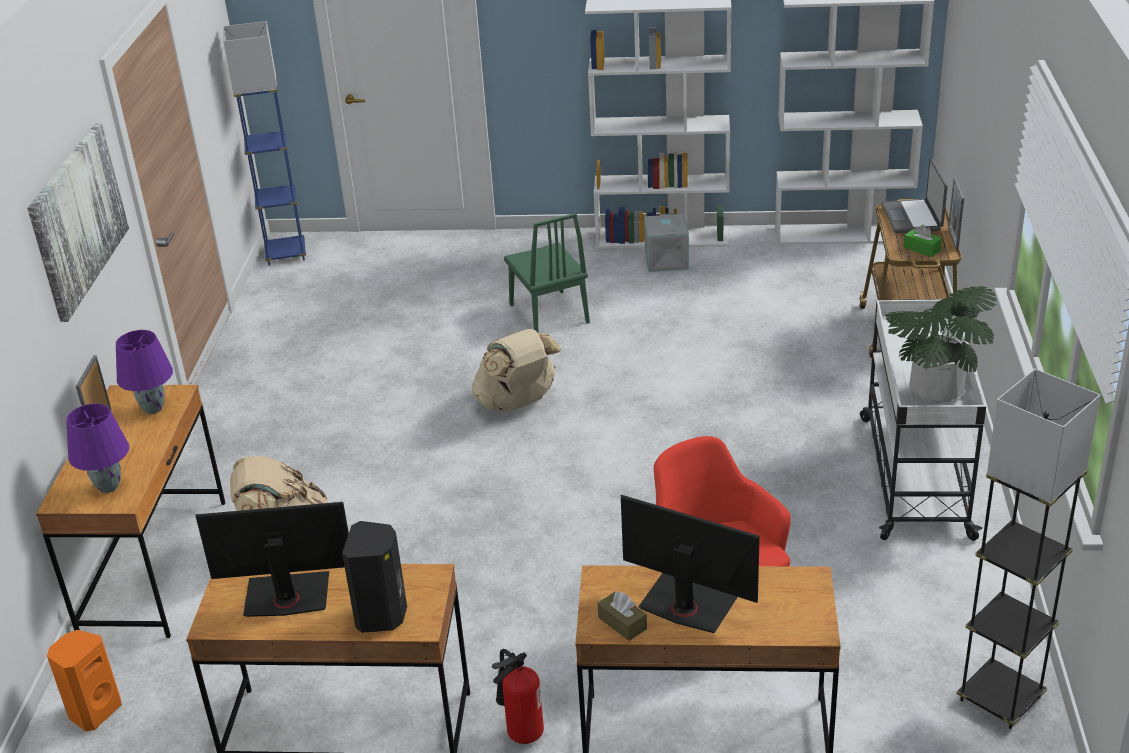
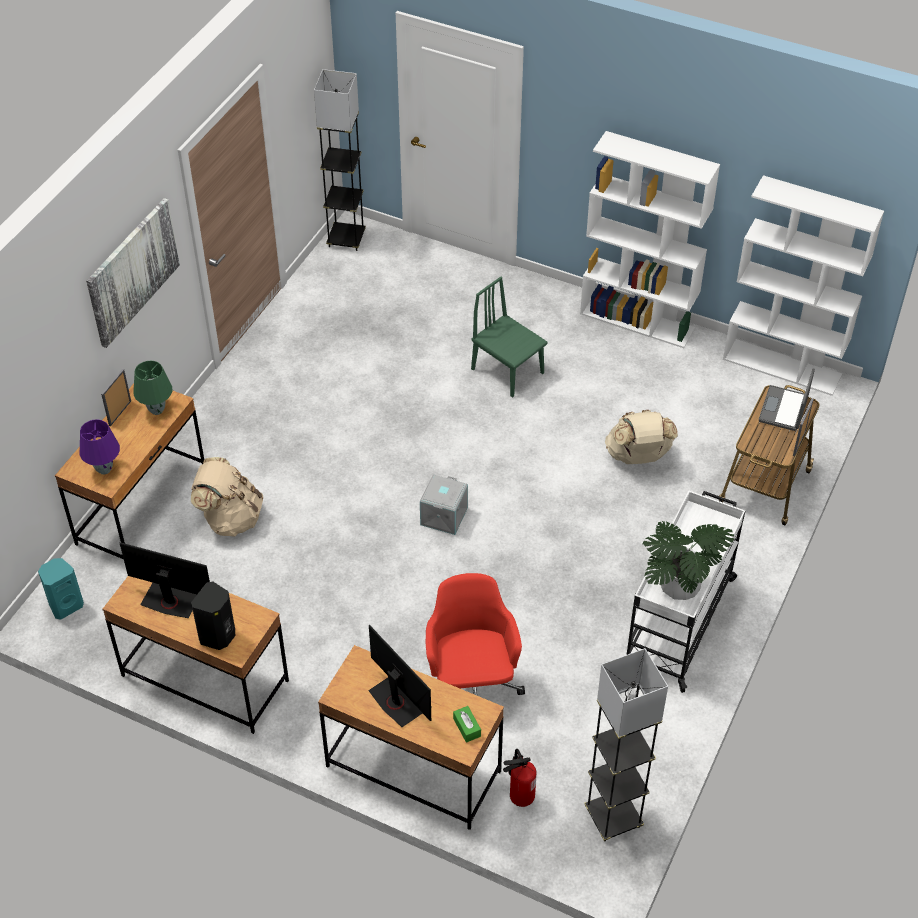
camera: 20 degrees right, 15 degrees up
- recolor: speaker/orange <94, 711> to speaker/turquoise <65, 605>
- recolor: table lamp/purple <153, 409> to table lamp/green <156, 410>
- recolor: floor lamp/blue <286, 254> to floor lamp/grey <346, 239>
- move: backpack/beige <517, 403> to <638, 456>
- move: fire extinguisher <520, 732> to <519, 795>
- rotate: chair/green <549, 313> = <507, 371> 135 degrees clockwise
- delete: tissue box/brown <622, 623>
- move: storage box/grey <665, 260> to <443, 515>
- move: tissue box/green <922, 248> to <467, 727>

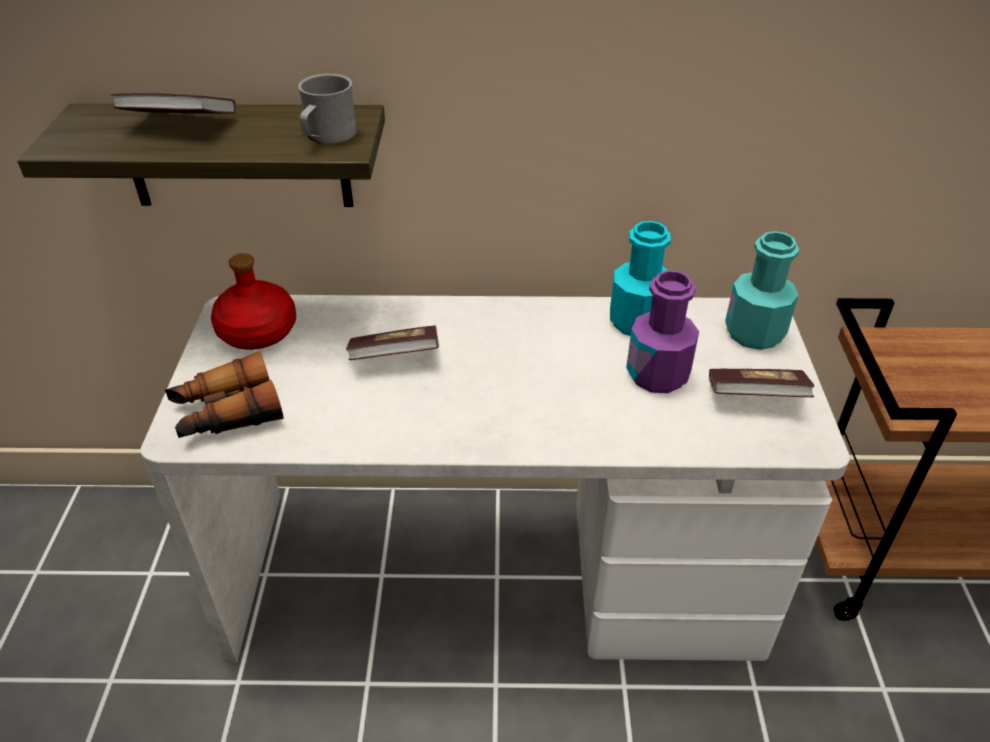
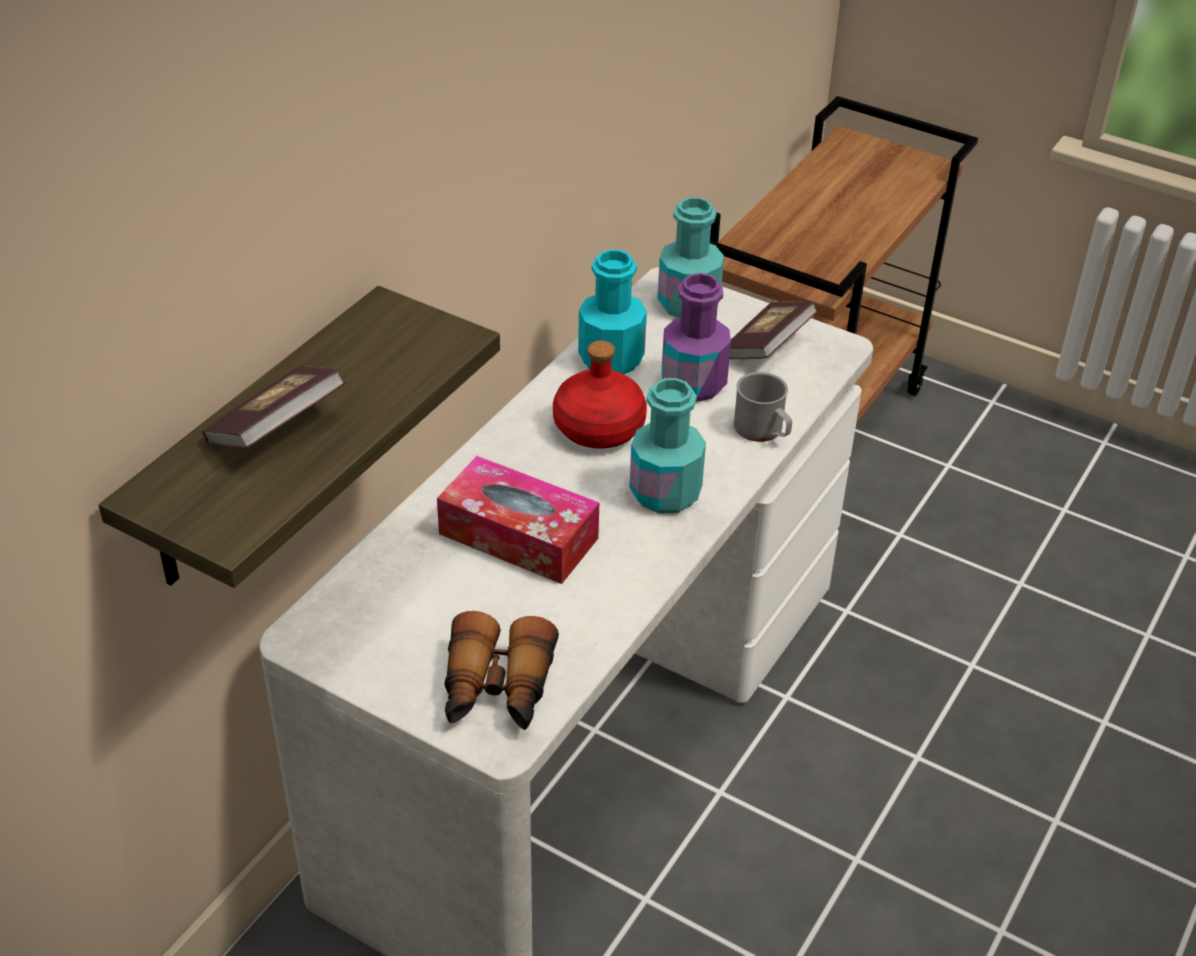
camera: 60 degrees left, 0 degrees up
- move: bottle/red <257, 332> to <600, 428>
- move: mug/grey <327, 137> to <763, 431>
- replace: book <395, 358> to tissue box <518, 536>
- insert: bottle/turquoise <665, 493>

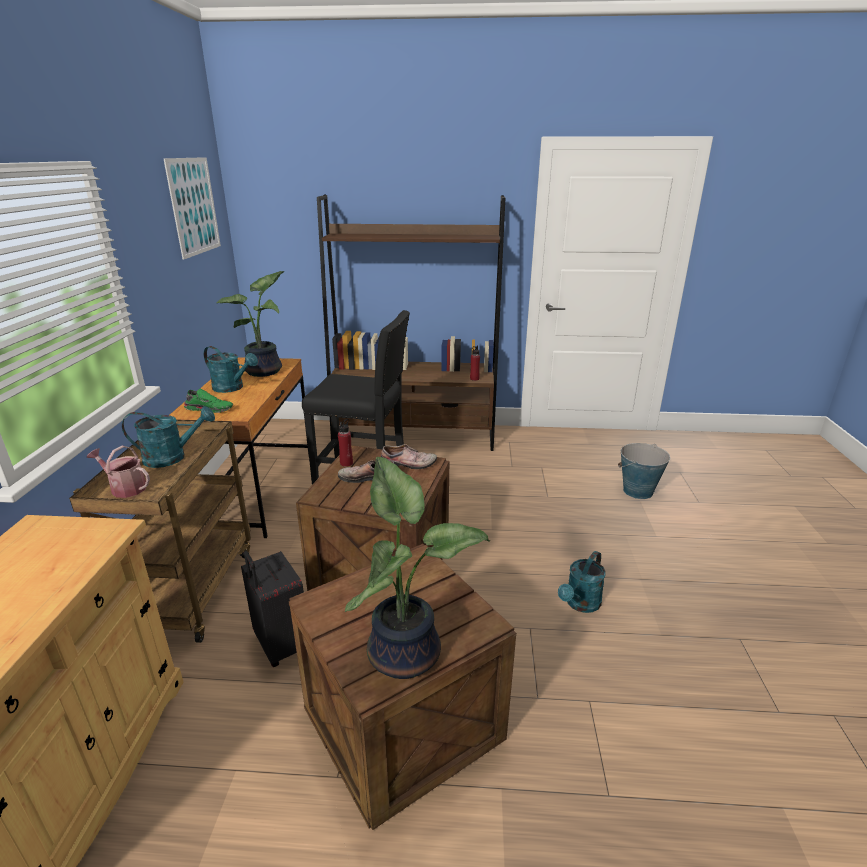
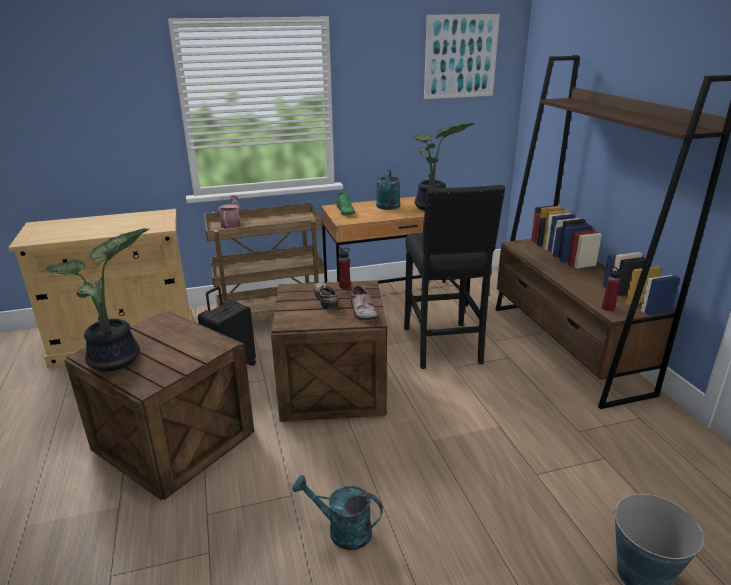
camera: 70 degrees right, 0 degrees up
- delete: watering can/turquoise <172, 457>

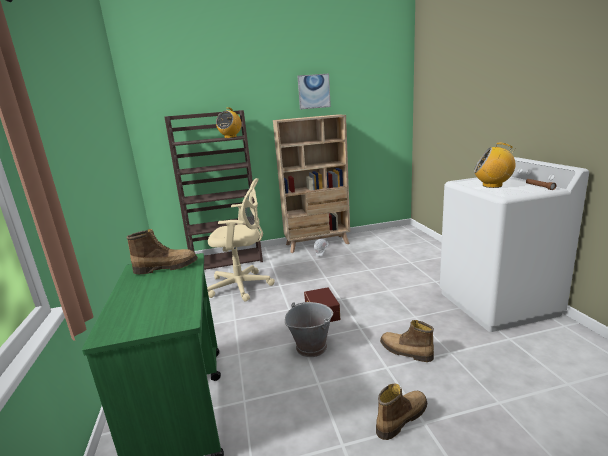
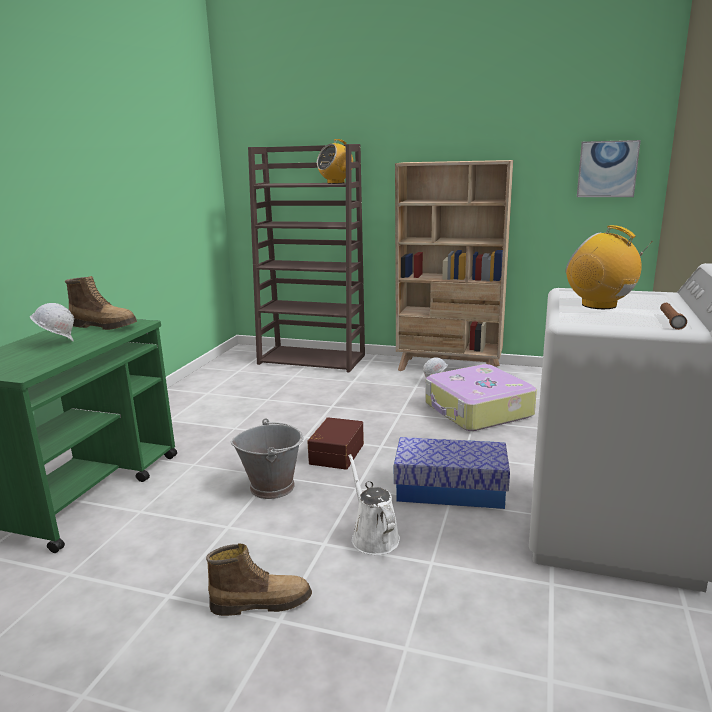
camera: 30 degrees right, 0 degrees up
- delete: office chair/beige <243, 286>
- move: picture <314, 91> to <607, 169>
- replace: boot <405, 351> to watering can/white <373, 536>
- insert: hard hat/white <56, 343>
- insert: storage box <450, 489>
- insert: suitcase <477, 410>

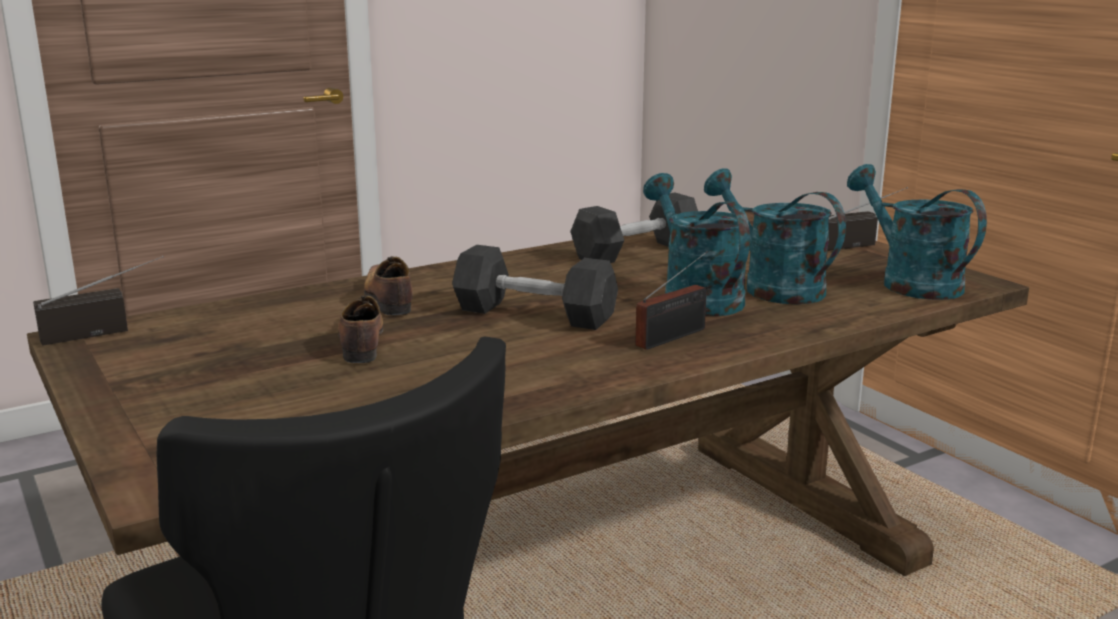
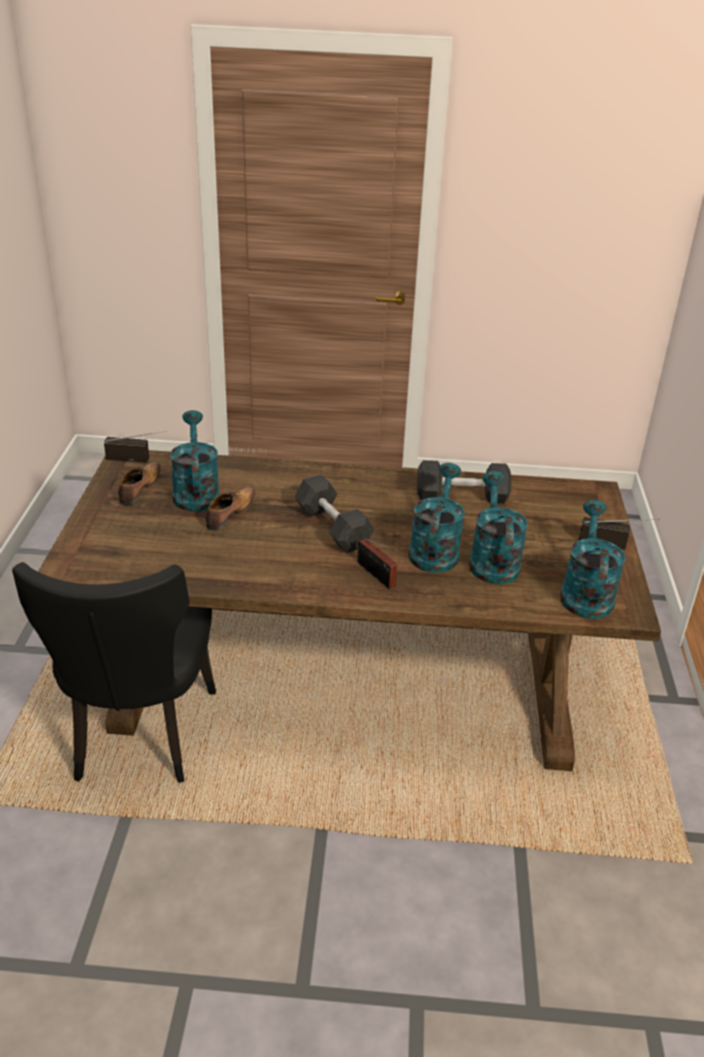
camera: 35 degrees right, 15 degrees up
- move: shoe <388, 299> to <139, 489>
- rotate: radio <675, 336> = <377, 576> 60 degrees clockwise
- insert: watering can/turquoise <195, 492>

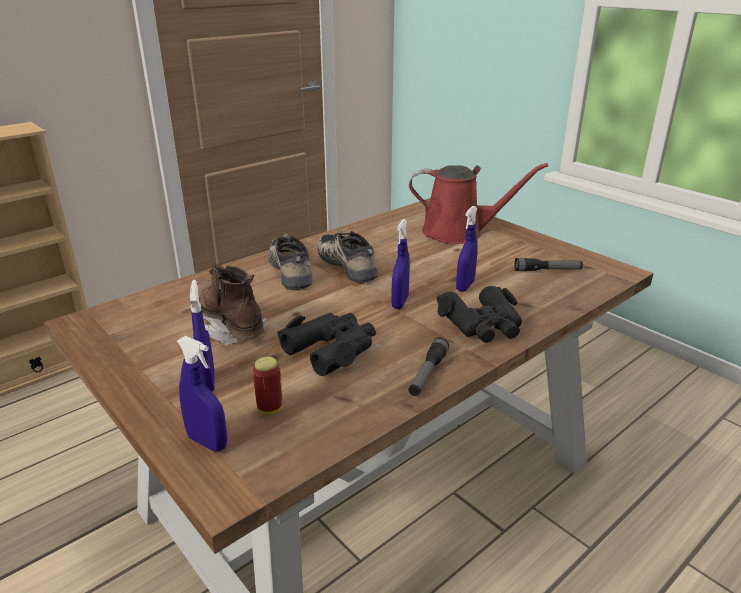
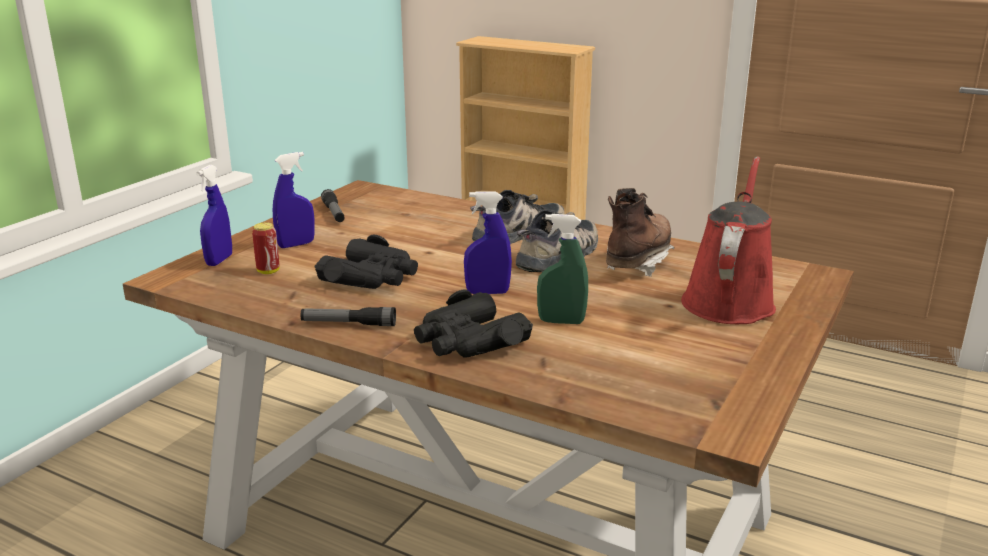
camera: 70 degrees right, 5 degrees down
- move: boot/brown <228, 326> to <638, 261>
- rotate: watering can/red <459, 232> = <729, 300> 150 degrees counterclockwise
- recolor: spray bottle/blue <465, 286> to spray bottle/green <561, 321>
- move: flashlight <547, 270> to <334, 213>

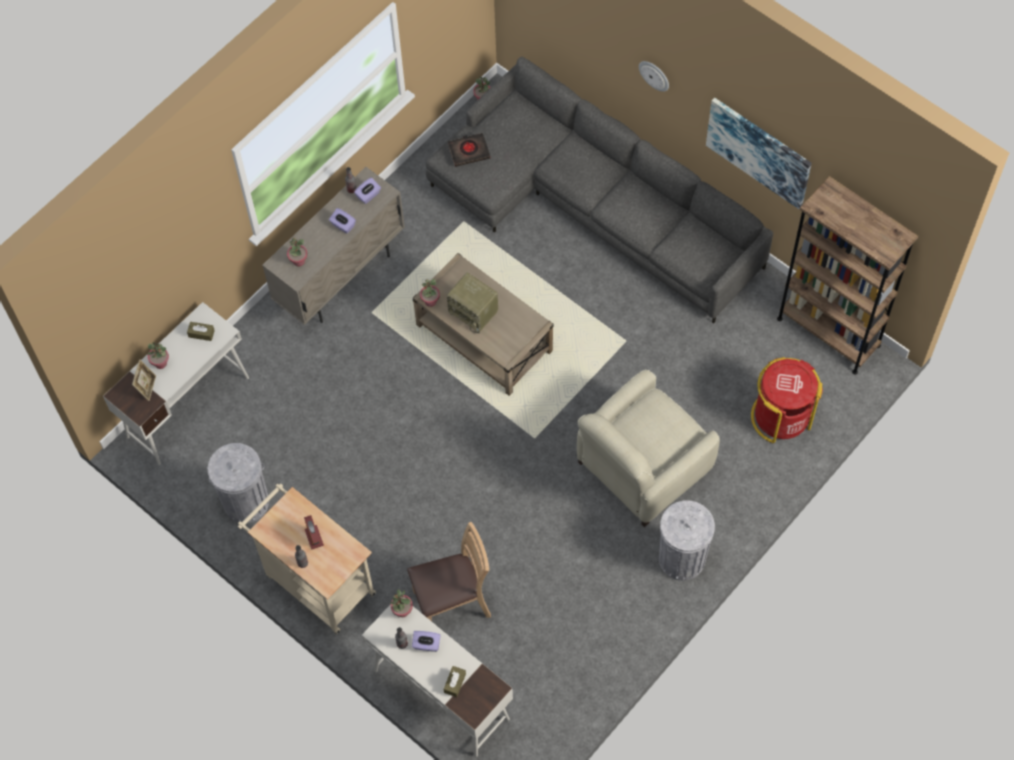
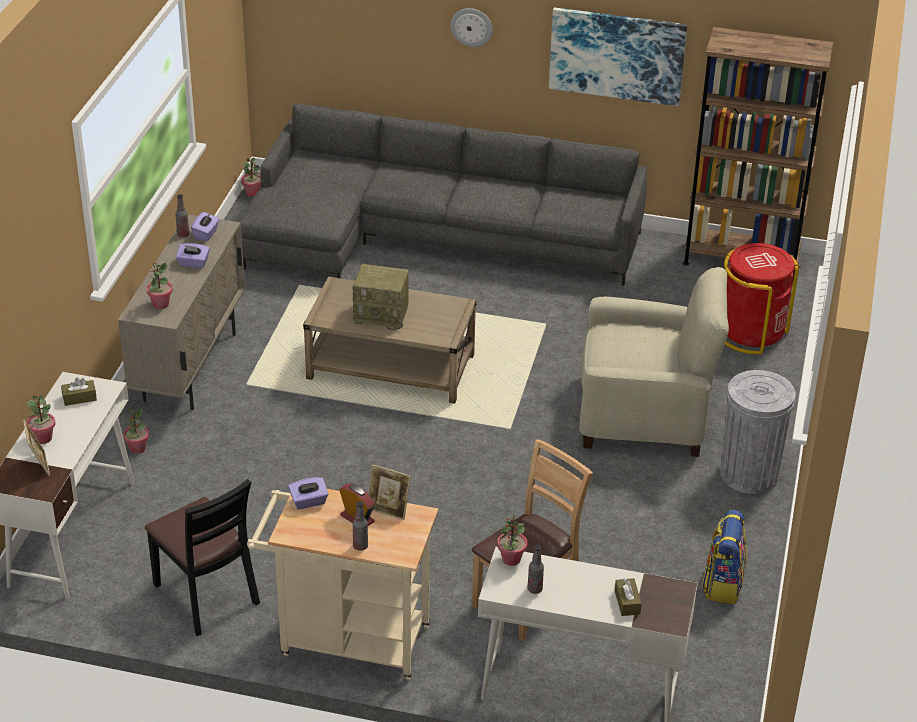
camera: 30 degrees left, 25 degrees down
- replace: trash can/grey <246, 502> to chair/black <206, 596>
- move: tissue box/purple <426, 644> to <309, 502>
- move: potted plant <430, 301> to <137, 449>
- delete: book/black <469, 151>
- rotate: armchair/beige <642, 467> = <644, 415> 105 degrees counterclockwise
- insert: picture frame <388, 509>
- insert: backpack <722, 583>

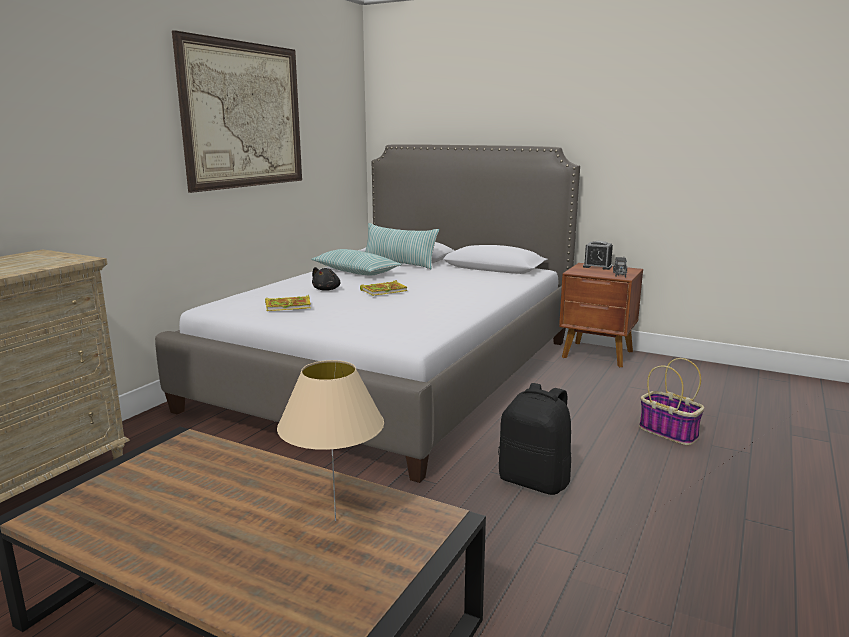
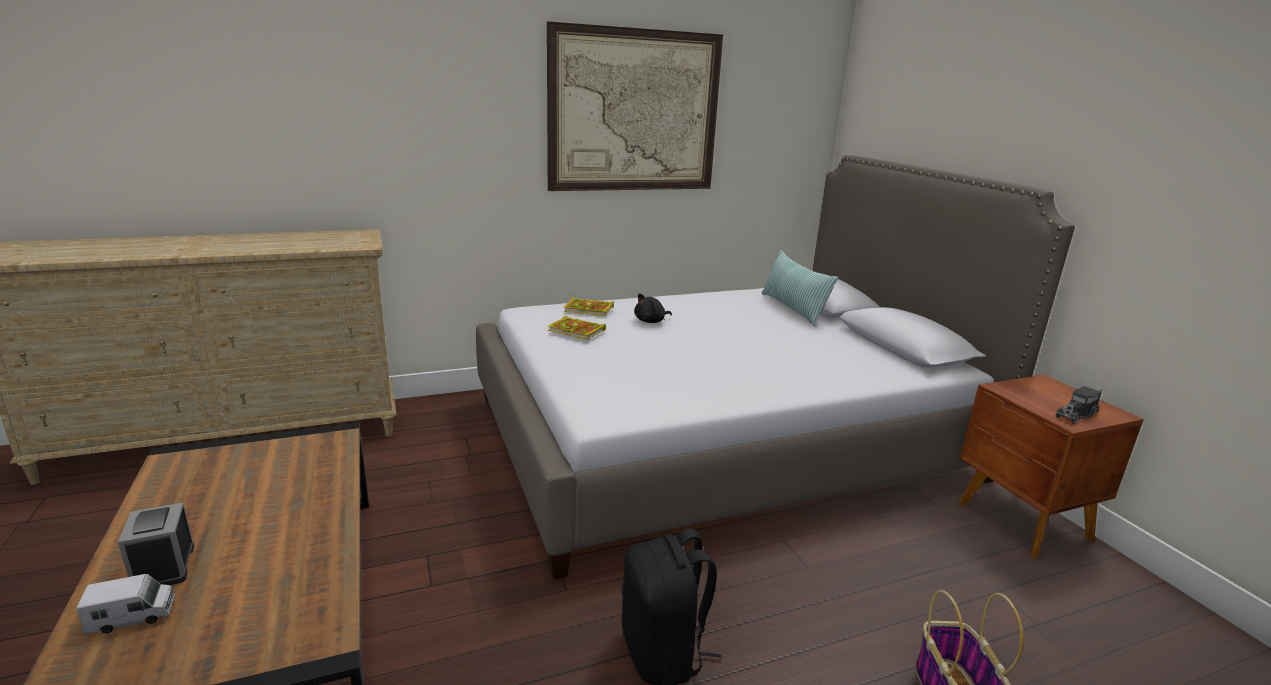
camera: 40 degrees right, 5 degrees up
- delete: table lamp/beige <335, 521>
- delete: pillow <355, 272>
- move: book <384, 291> to <590, 310>
- move: alarm clock <597, 266> to <164, 567>
- insert: toy truck <132, 617>

